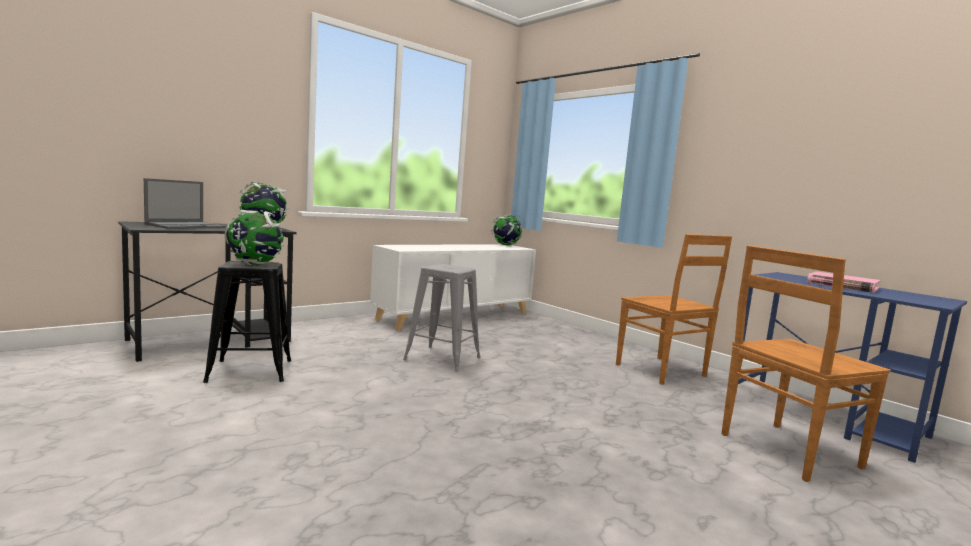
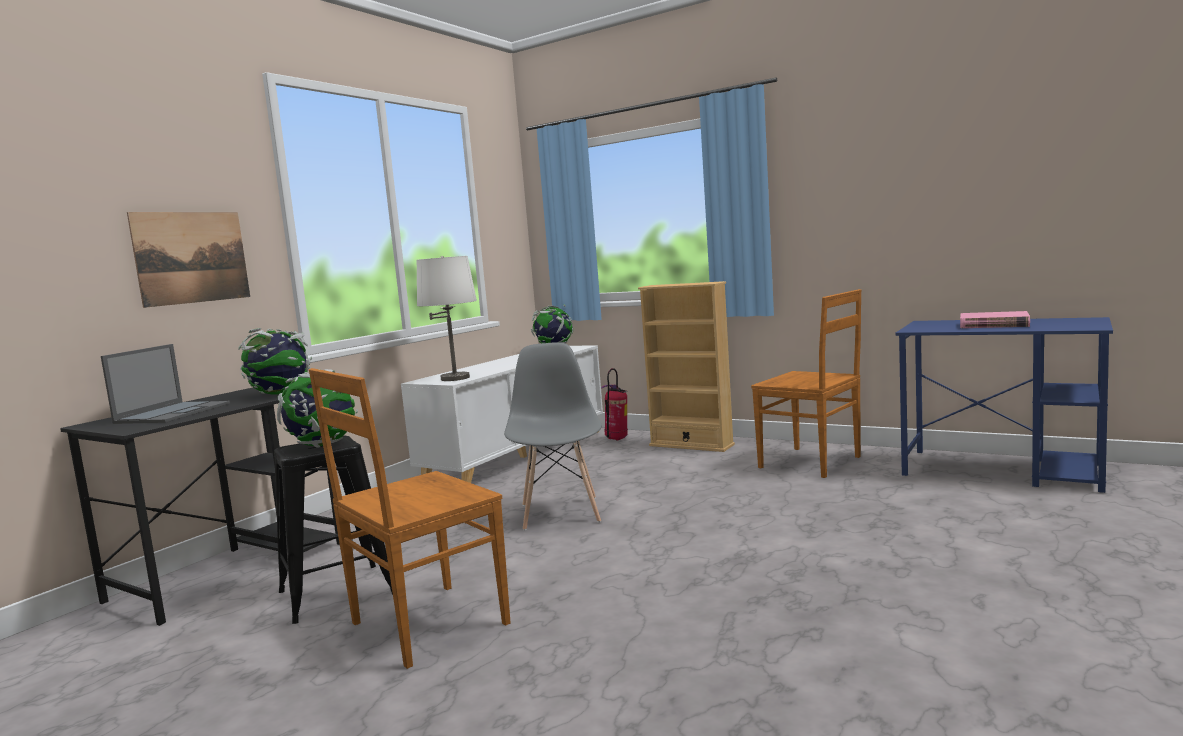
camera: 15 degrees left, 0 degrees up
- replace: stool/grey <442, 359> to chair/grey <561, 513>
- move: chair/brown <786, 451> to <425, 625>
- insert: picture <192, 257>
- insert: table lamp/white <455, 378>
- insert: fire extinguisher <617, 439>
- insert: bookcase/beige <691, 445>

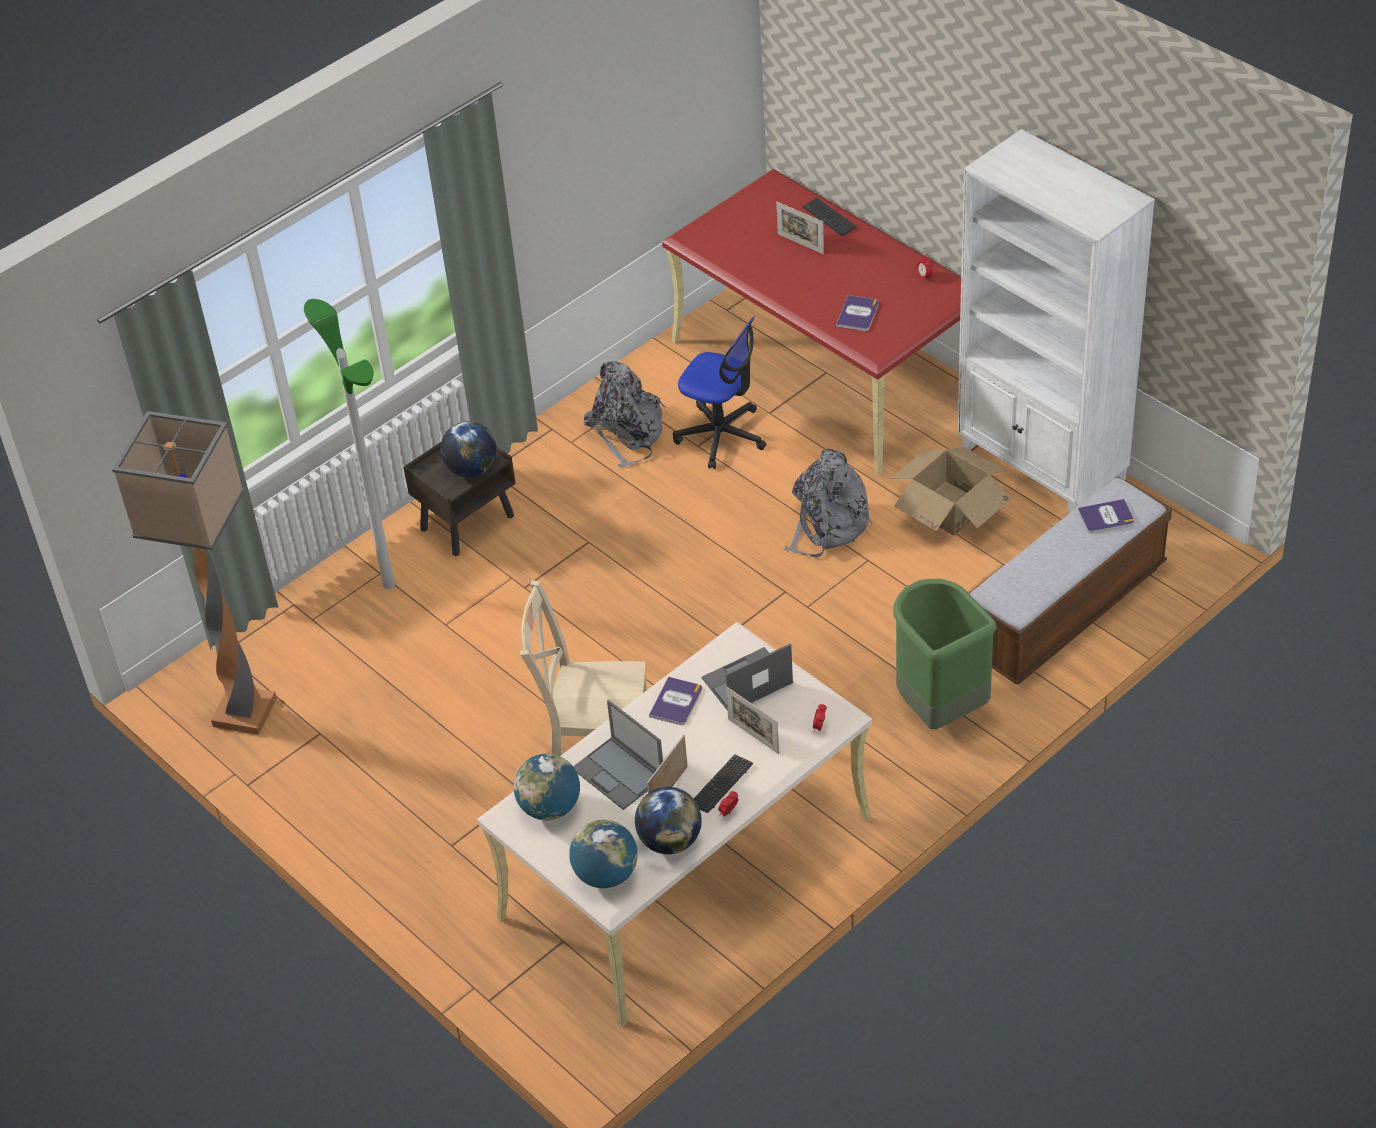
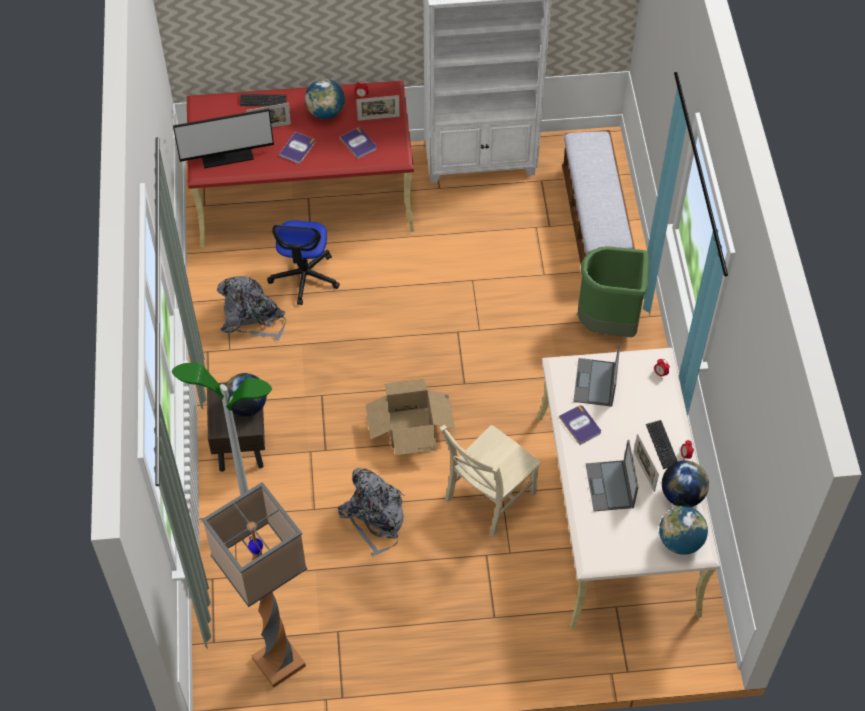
camera: 55 degrees left, 10 degrees up
- move: globe <550, 807> to <326, 112>
- rotate: laptop <619, 773> = <610, 486> 90 degrees clockwise
- rotate: office chair <721, 435> = <304, 277> 120 degrees clockwise
- move: picture frame <753, 736> to <378, 118>
- move: backpack/grey <827, 525> to <374, 518>
- move: cardboard box <950, 508> to <410, 427>
- move: book <1106, 517> to <297, 148>
- insert: monitor <226, 154>

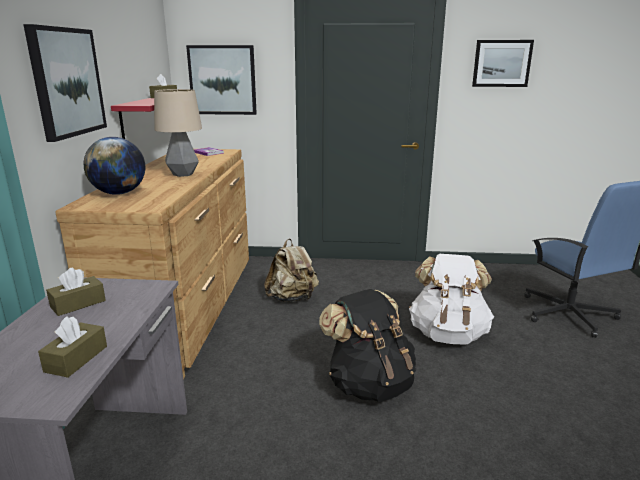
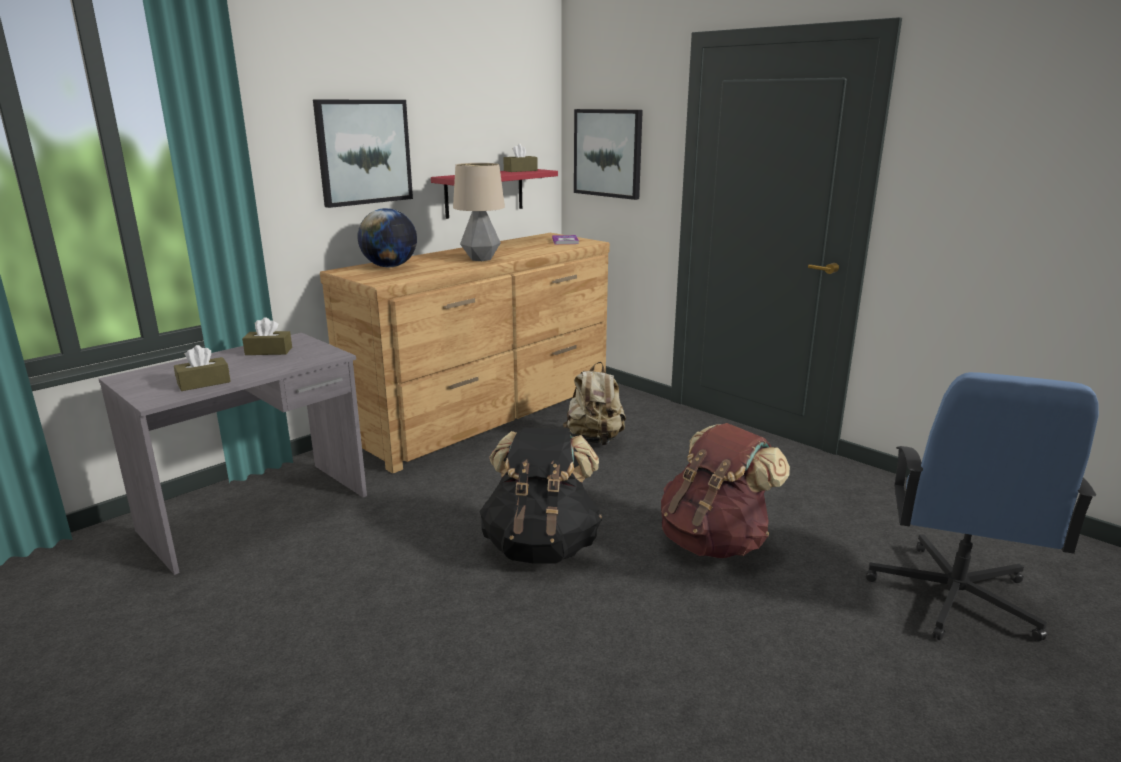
camera: 40 degrees right, 0 degrees up
- recolor: backpack/white <448, 333> to backpack/brown <714, 541>
- delete: picture <501, 63>

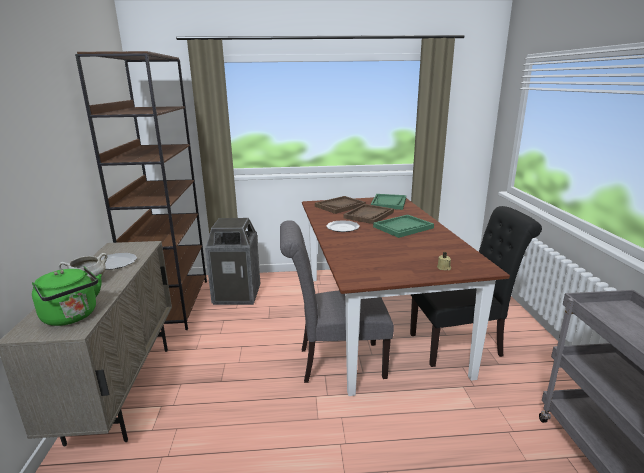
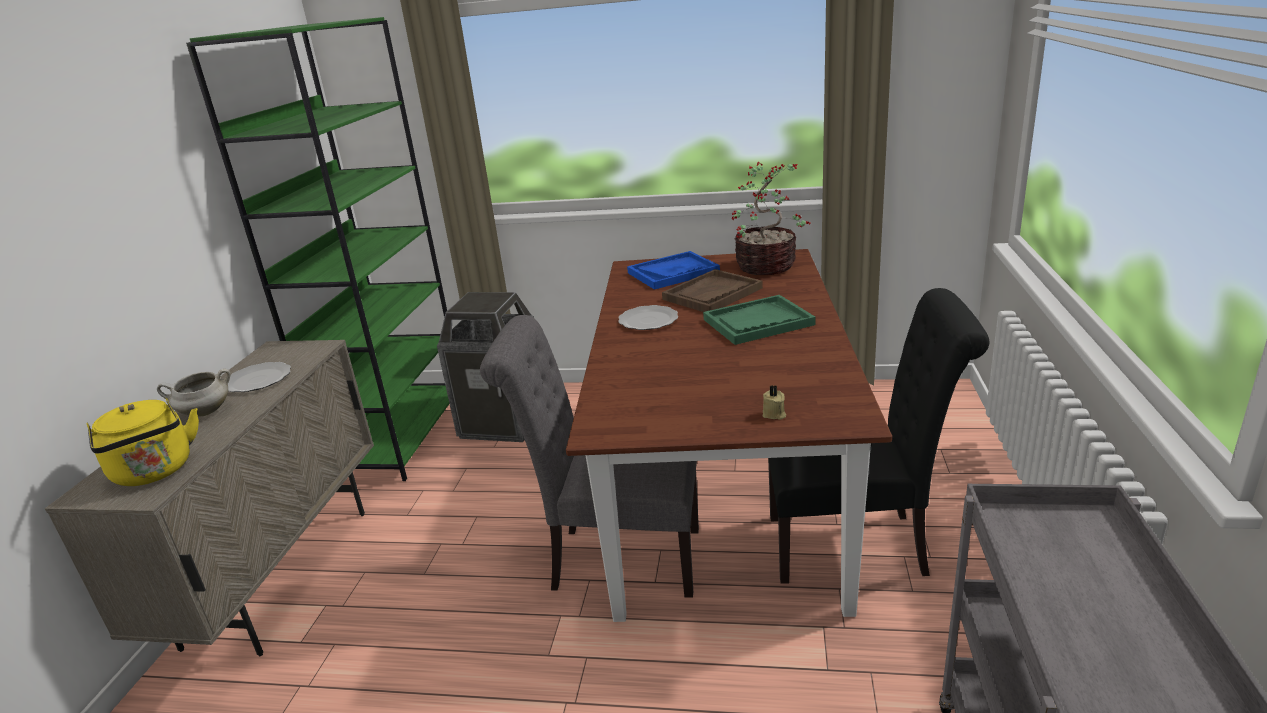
camera: 15 degrees right, 5 degrees up
- recolor: kettle/green <72, 317> to kettle/yellow <155, 472>
- recolor: bookcase/brown <173, 304> to bookcase/green <399, 434>
- recolor: tray/brown <340, 206> to tray/blue <673, 272>
- replace: tray/green <389, 203> to potted plant <767, 266>

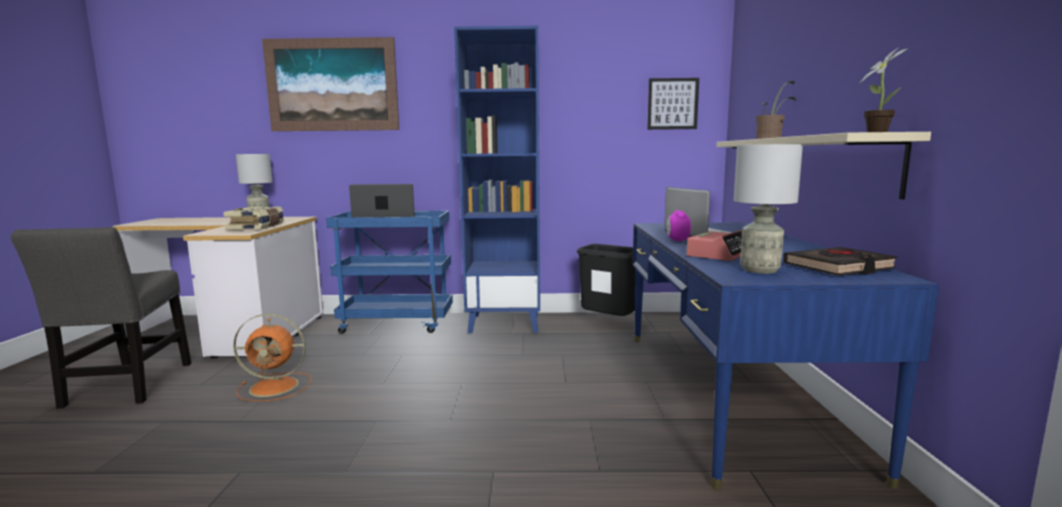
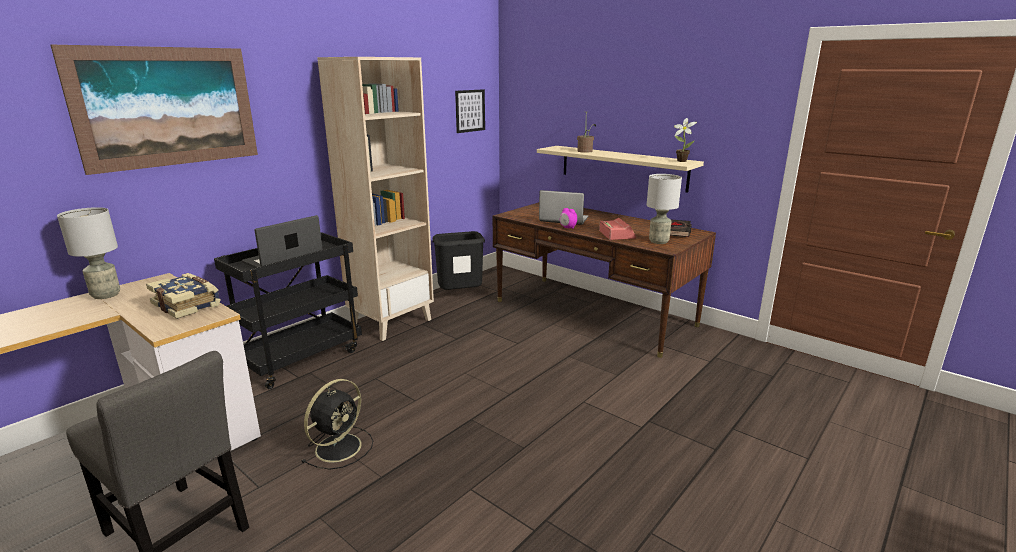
camera: 50 degrees left, 10 degrees up
- recolor: fan/orange <276, 387> to fan/black <340, 446>
- recolor: cart/blue <398, 324> to cart/black <302, 358>
- recolor: bookcase/blue <505, 323> to bookcase/beige <391, 322>
- recolor: desk/blue <729, 392> to desk/brown <593, 313>

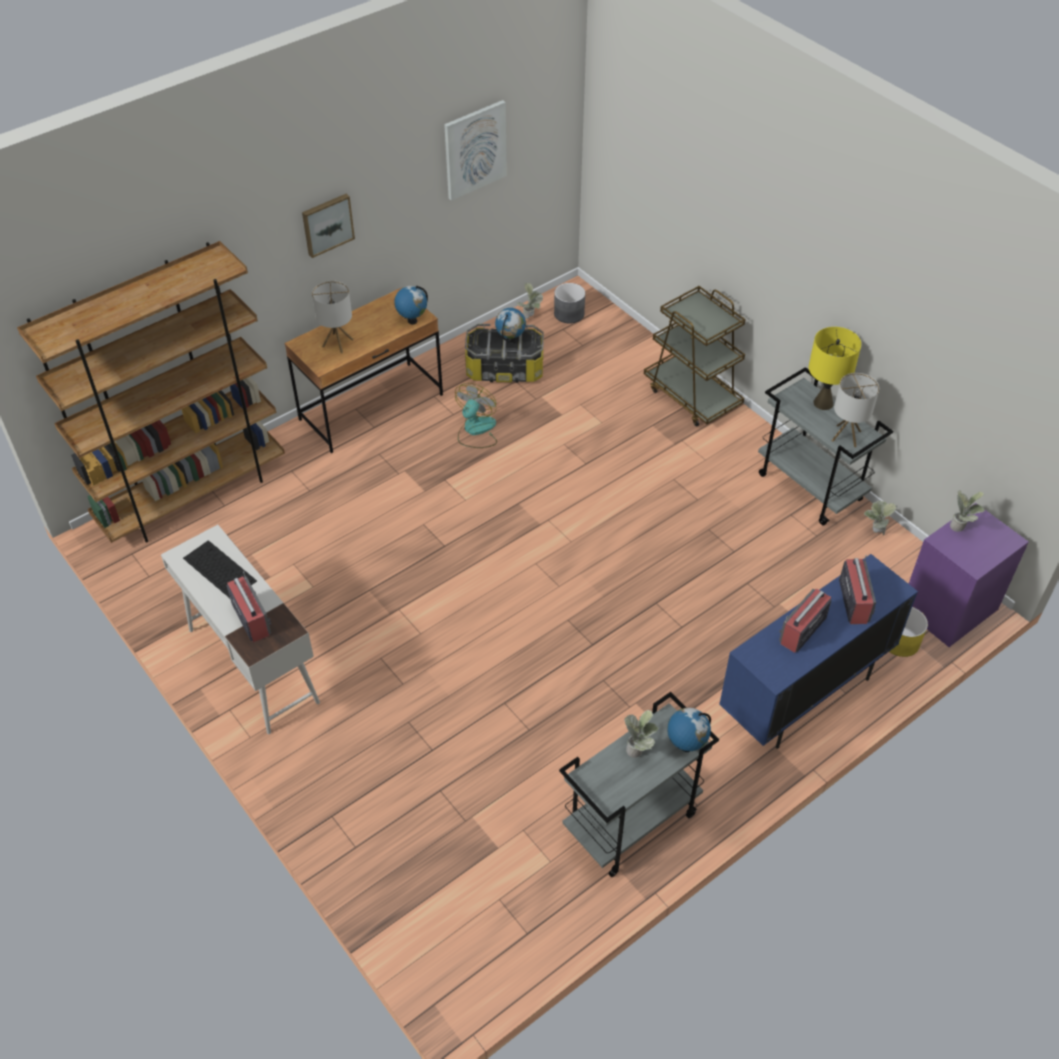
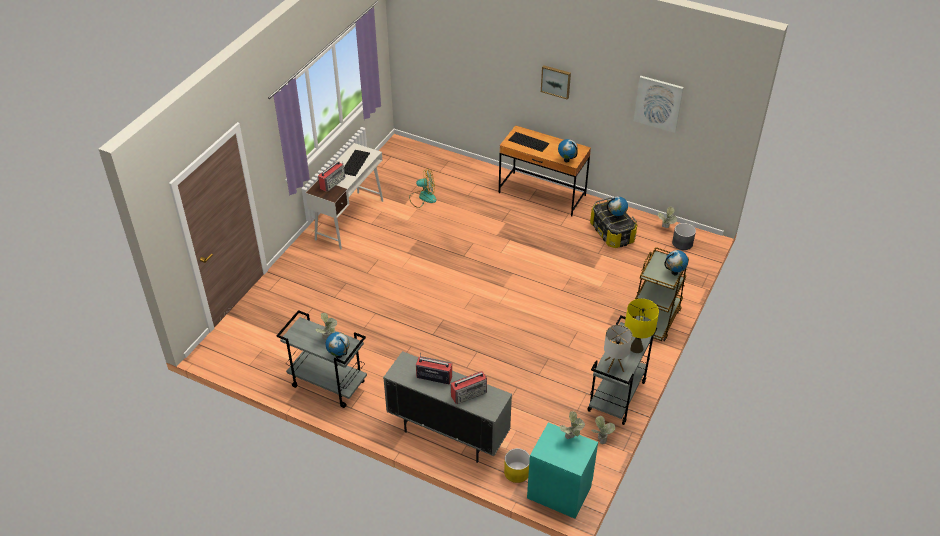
camera: 65 degrees right, 5 degrees down
- delete: bookcase/brown <193, 495>
- replace: table lamp <338, 343> to keyboard <529, 142>
- move: fan <476, 431> to <423, 197>
- recolor: cabinet/blue <803, 696> to cabinet/grey <448, 435>
- recolor: nightstand/purple <948, 608> to nightstand/turquoise <559, 491>
- insert: globe <674, 273>

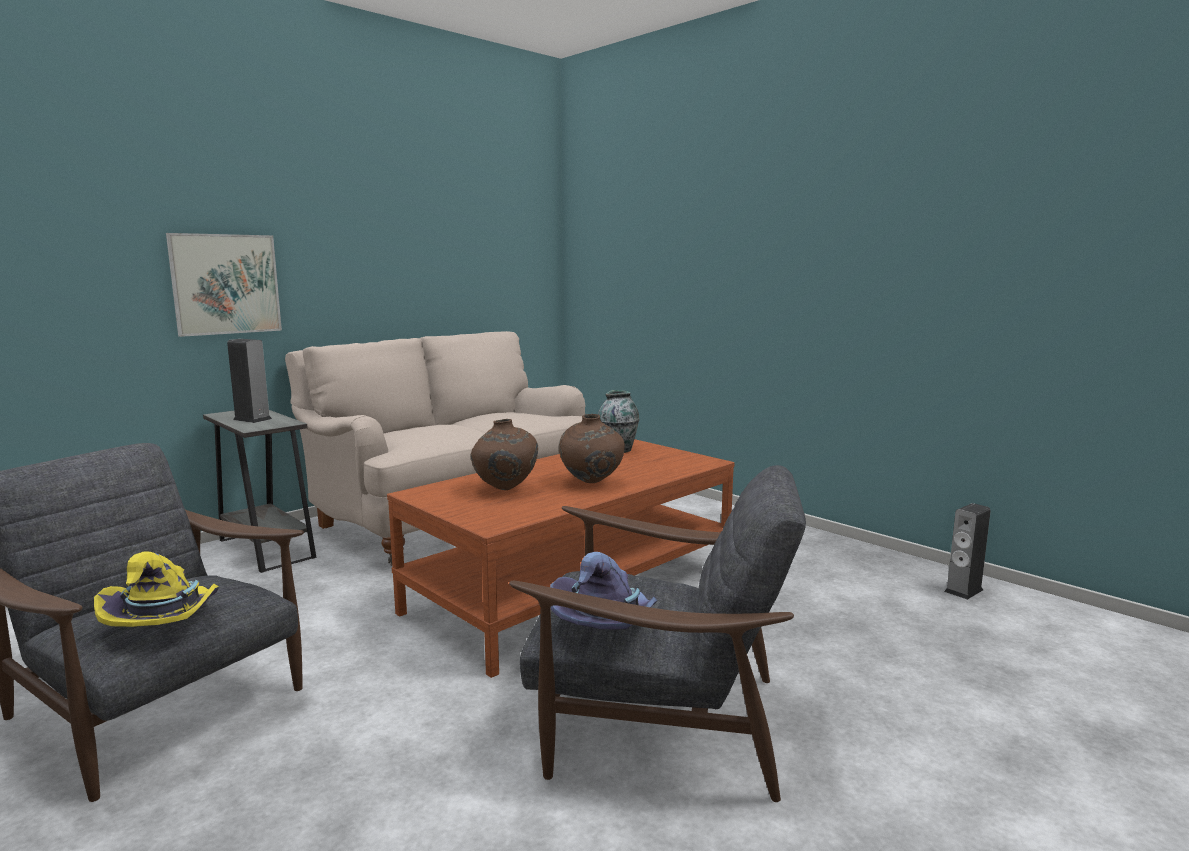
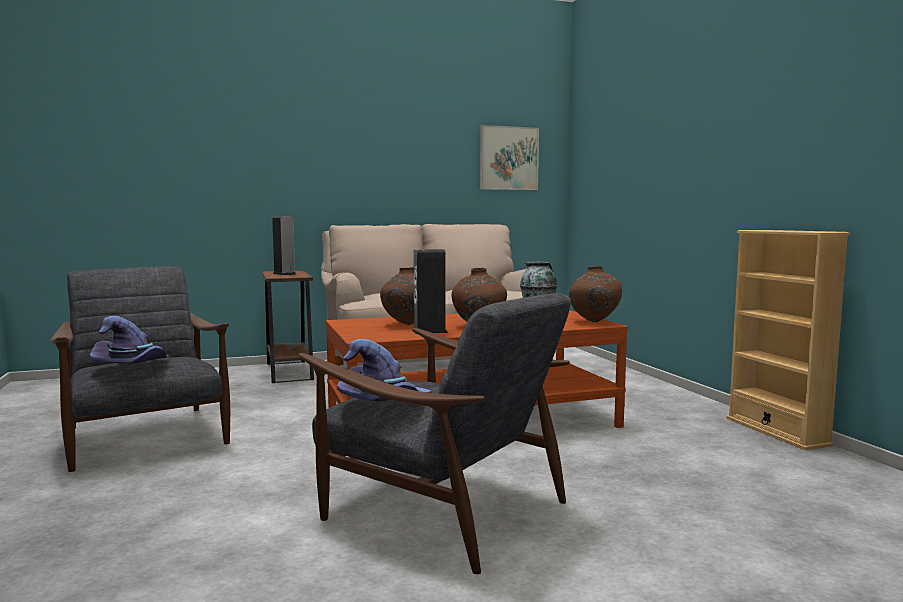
camera: 25 degrees right, 5 degrees down
- recolor: hat/yellow <165, 619> to hat/purple <132, 367>
- move: picture <226, 284> to <508, 158>
- recolor: side table/grey <266, 549> to side table/brown <289, 371>
- move: speaker <963, 590> to <429, 331>
- insert: vase/brown <594, 322>
- insert: bookcase/beige <776, 431>

